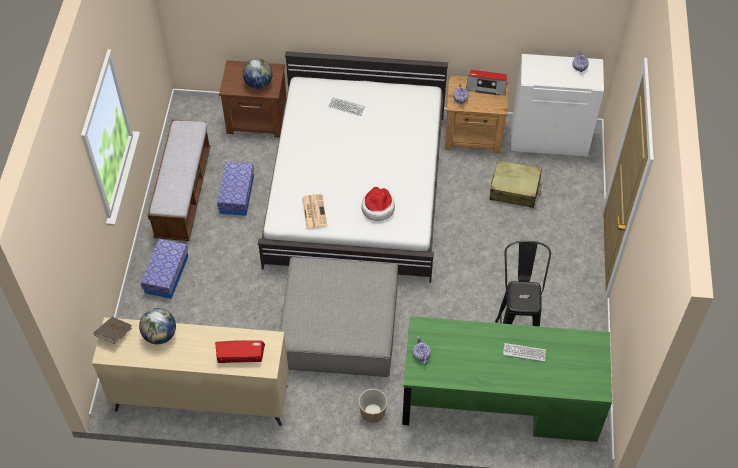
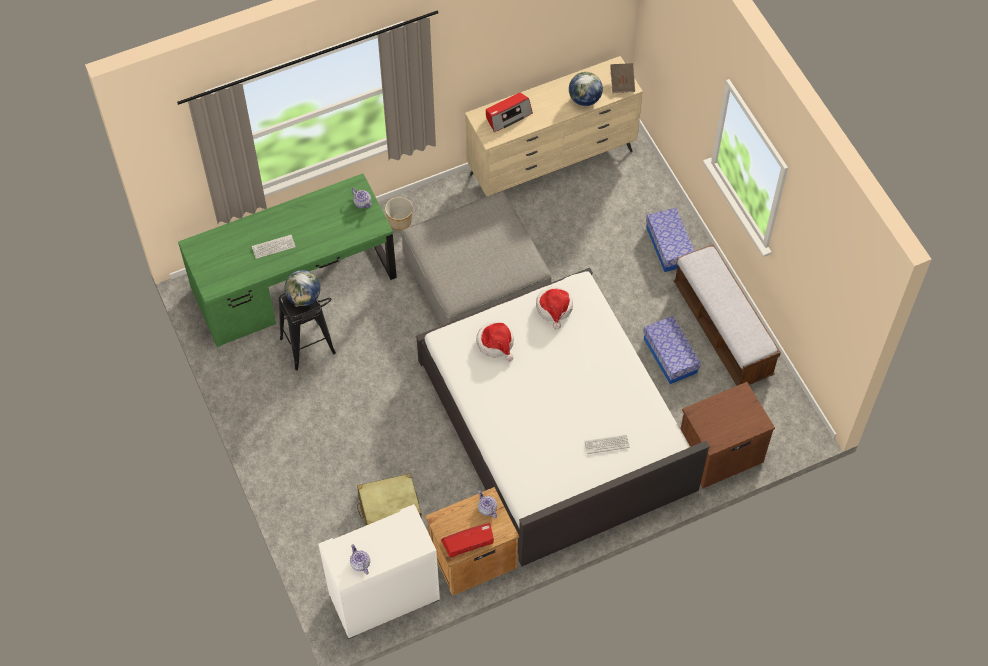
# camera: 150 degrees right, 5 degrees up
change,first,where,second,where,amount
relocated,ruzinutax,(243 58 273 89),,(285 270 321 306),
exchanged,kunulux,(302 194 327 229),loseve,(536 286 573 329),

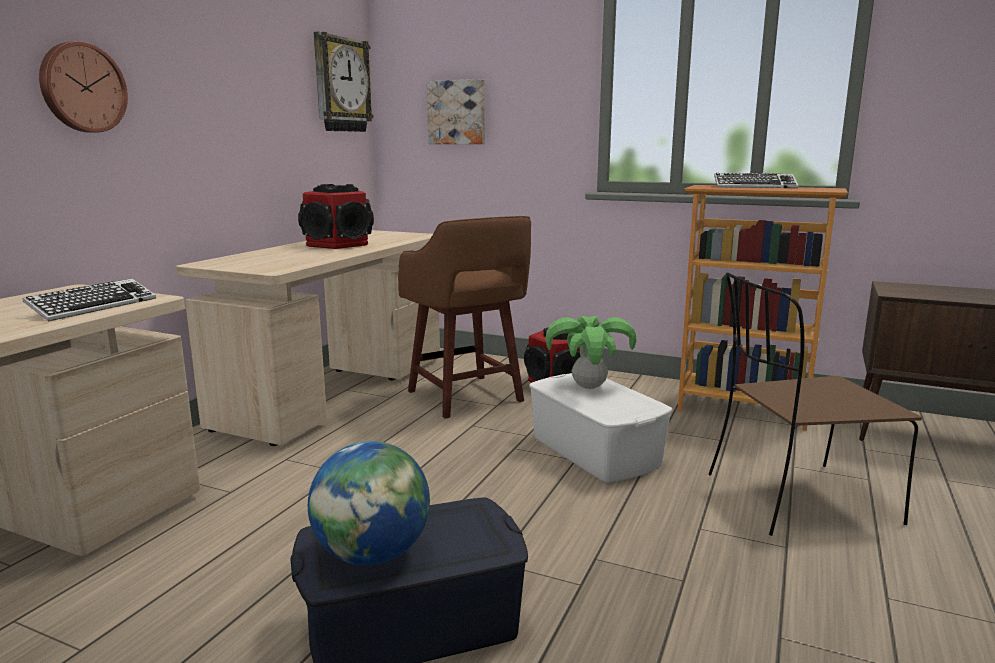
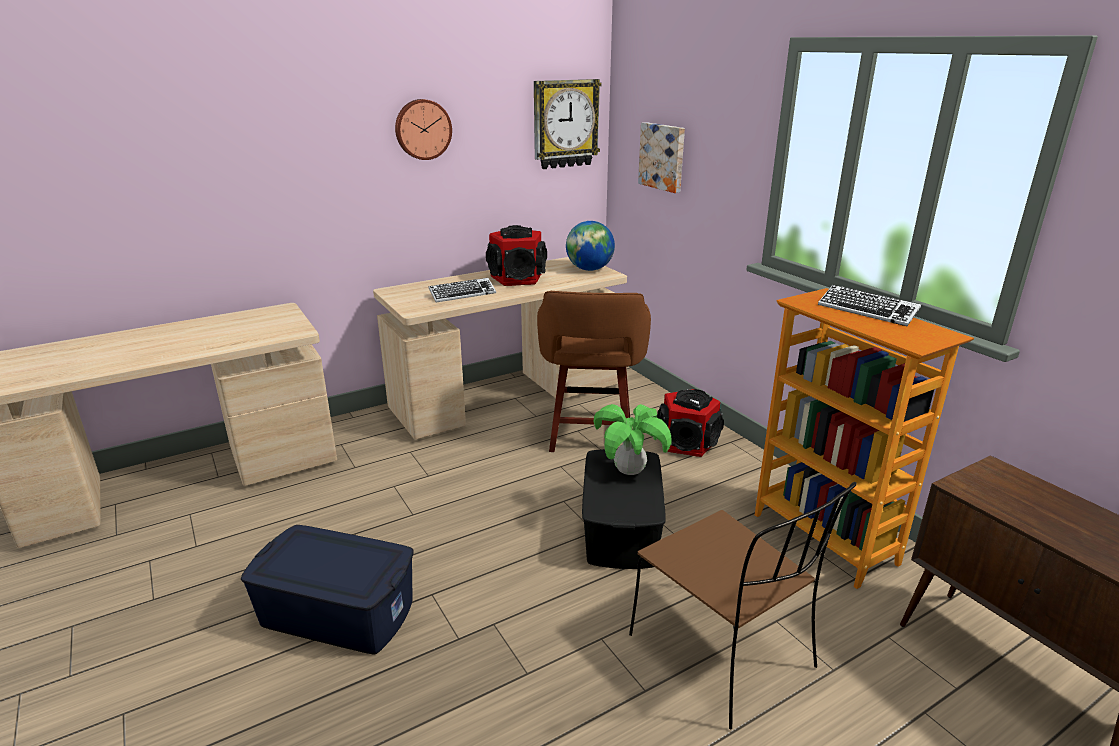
# camera: 35 degrees right, 10 degrees up
change,first,where,second,where,amount
relocated,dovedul,(39 41 128 133),,(395 99 452 160),
relocated,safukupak,(23 278 156 321),,(429 278 496 302),
relocated,ruzinutax,(308 441 430 566),,(566 221 615 271),
colour,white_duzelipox,(529 373 673 483),black_duzelipox,(582 449 666 569),
spun,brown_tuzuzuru,(708 272 922 536),,(629 482 857 730),150 degrees counterclockwise

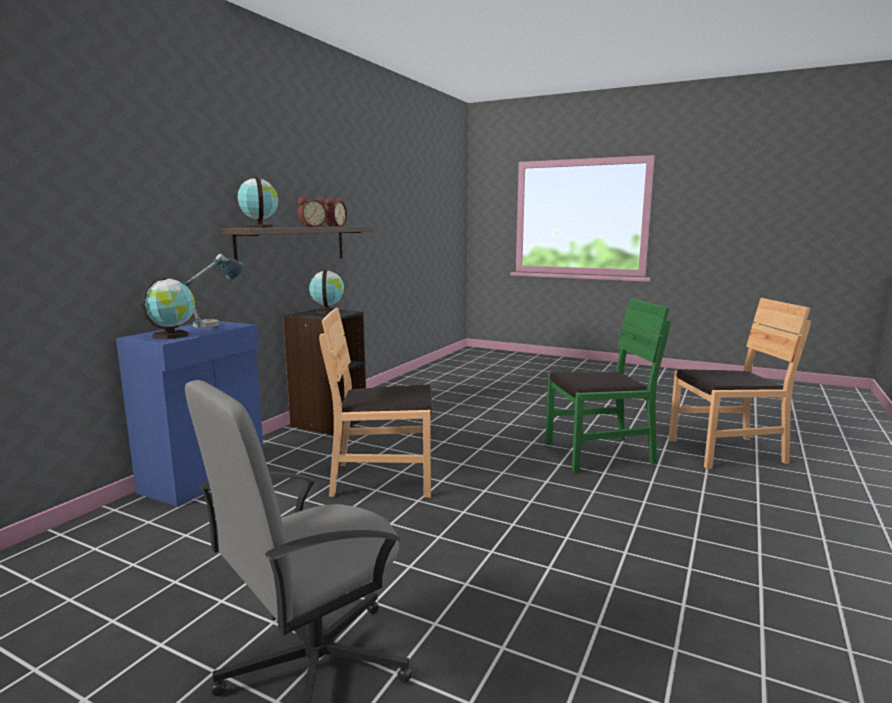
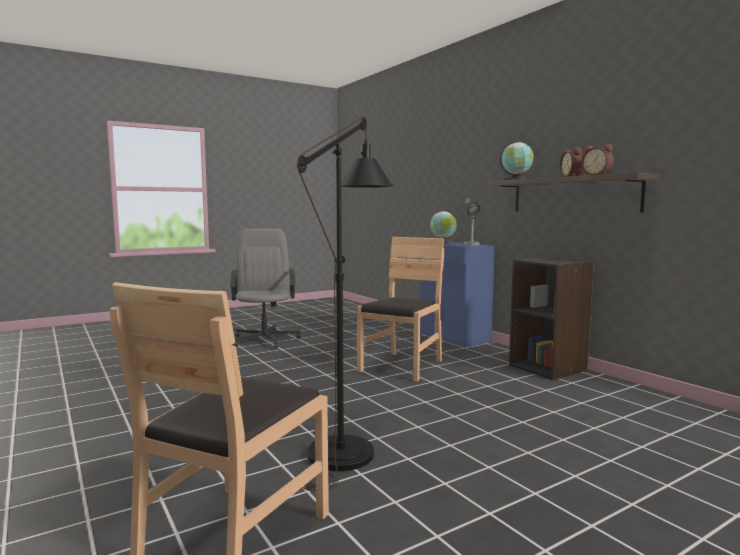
# camera: 120 degrees right, 5 degrees down
change,first,where,second,where,amount
exchanged,green_tuzuzuru,(545 298 671 473),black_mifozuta,(297 117 394 491),
missing,ruzinutax,(309 270 344 314),,,

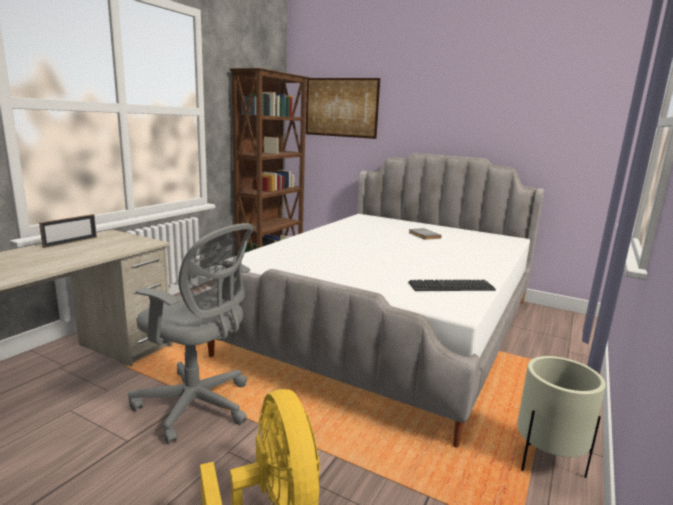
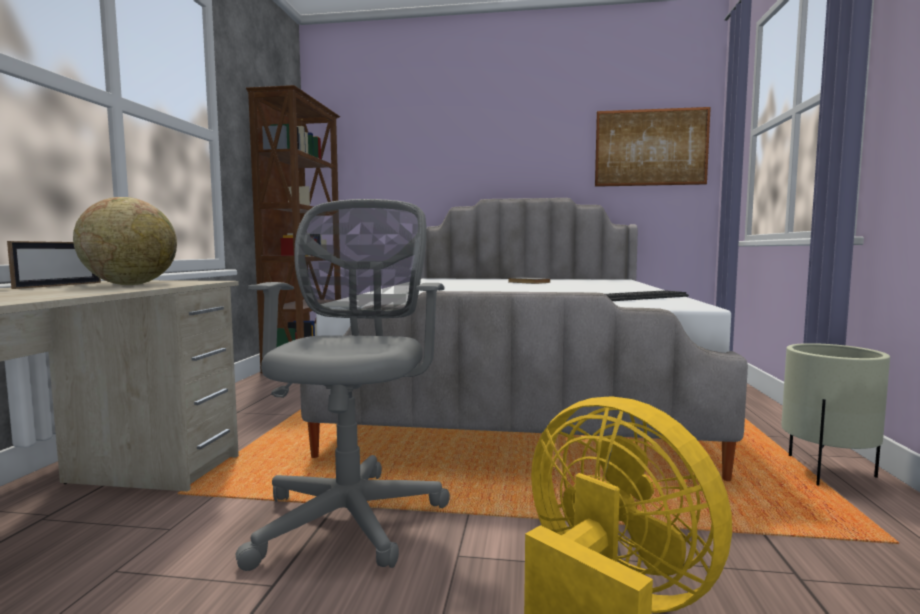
# camera: 20 degrees left, 10 degrees down
change,first,where,second,where,amount
appeared,,,ruzinutax,(73 197 177 285),
spun,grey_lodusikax,(128 223 254 444),,(236 199 450 571),90 degrees counterclockwise
relocated,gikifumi,(306 78 380 139),,(595 107 711 187),

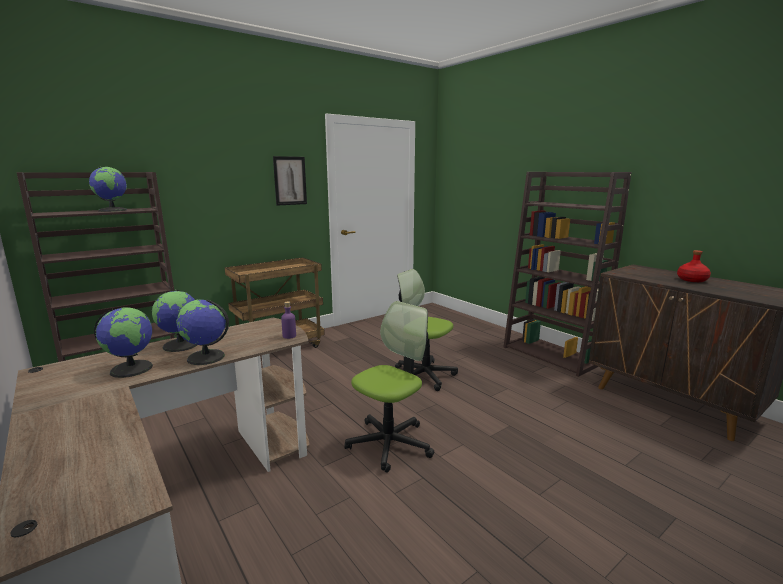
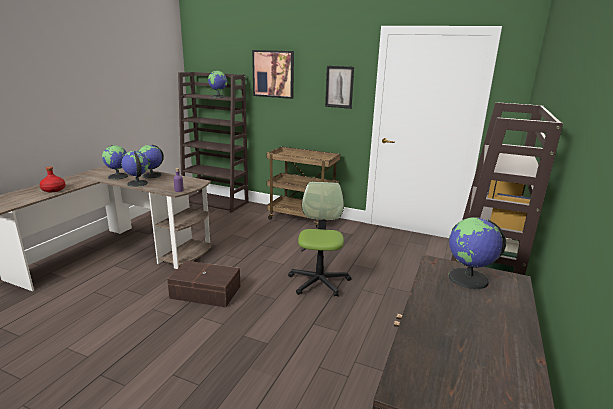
# camera: 60 degrees right, 5 degrees up
change,first,where,second,where,amount
relocated,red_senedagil,(677 250 711 282),,(40 167 66 192),
exchanged,lodusikax,(345 301 434 473),brown_duzelipox,(167 261 240 307),
appeared,,,gikifumi,(252 50 294 99),
appeared,,,ruzinutax,(448 217 506 289),

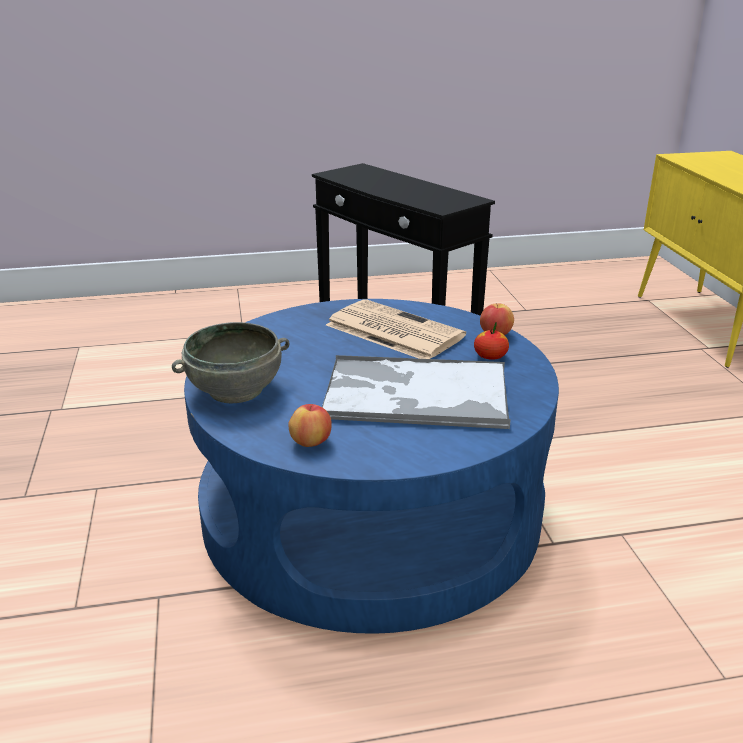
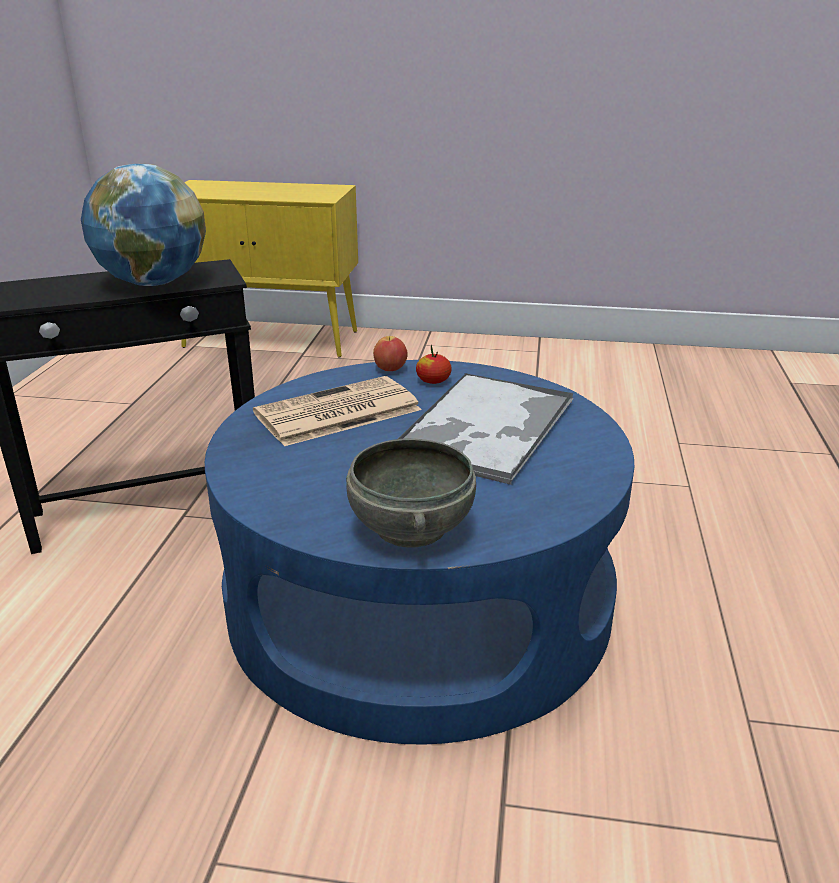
# camera: 70 degrees left, 0 degrees up
change,first,where,second,where,amount
appeared,,,ruzinutax,(81 164 206 286),
missing,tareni,(288 404 332 447),,,

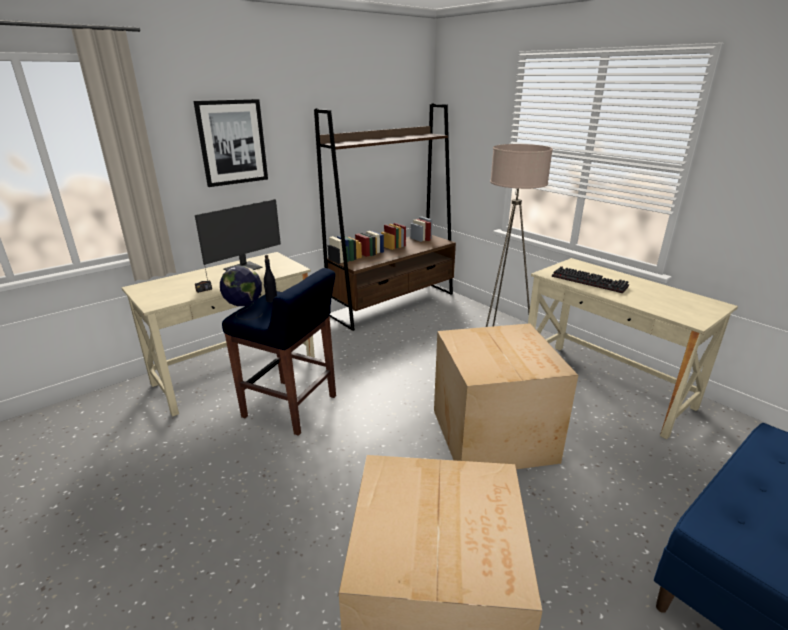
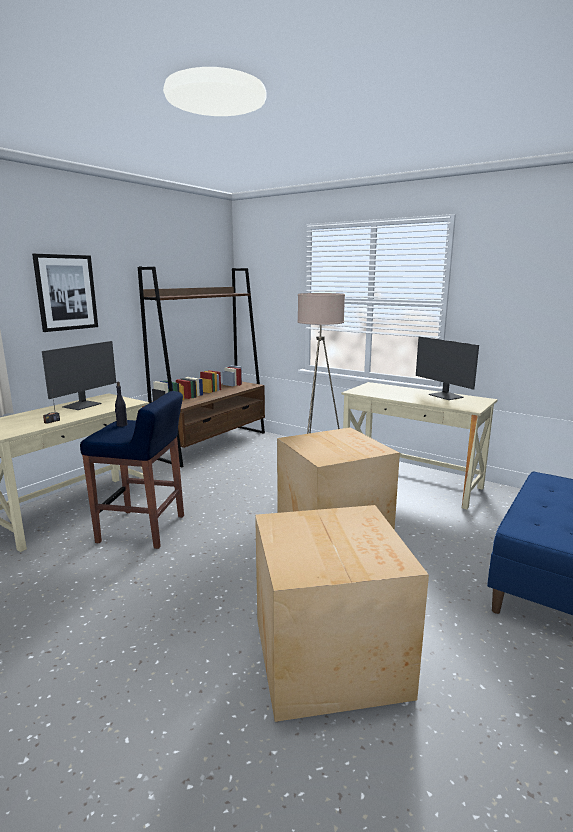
# camera: 15 degrees left, 10 degrees down
change,first,where,second,where,amount
appeared,,,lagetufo,(416 336 479 400),
missing,ruzinutax,(220 266 262 320),,,
missing,safukupak,(552 266 629 293),,,

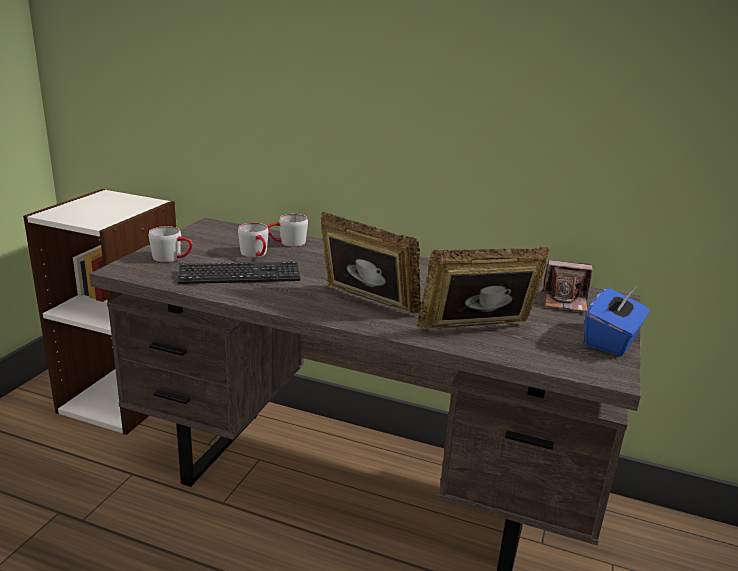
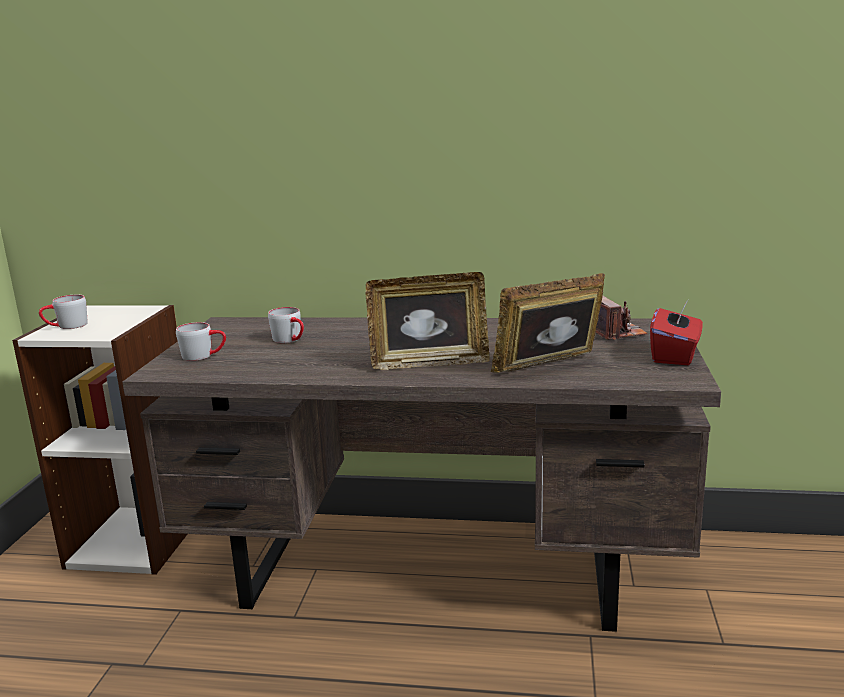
# camera: 10 degrees left, 5 degrees down
change,first,where,second,where,amount
relocated,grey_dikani,(268 214 308 247),,(39 295 88 329),
spun,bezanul,(321 212 421 313),,(365 272 490 370),150 degrees clockwise
spun,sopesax,(541 260 593 312),,(596 296 648 340),105 degrees counterclockwise
colour,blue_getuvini,(584 287 649 356),red_getuvini,(650 299 703 365),
missing,safukupak,(177 261 300 284),,,

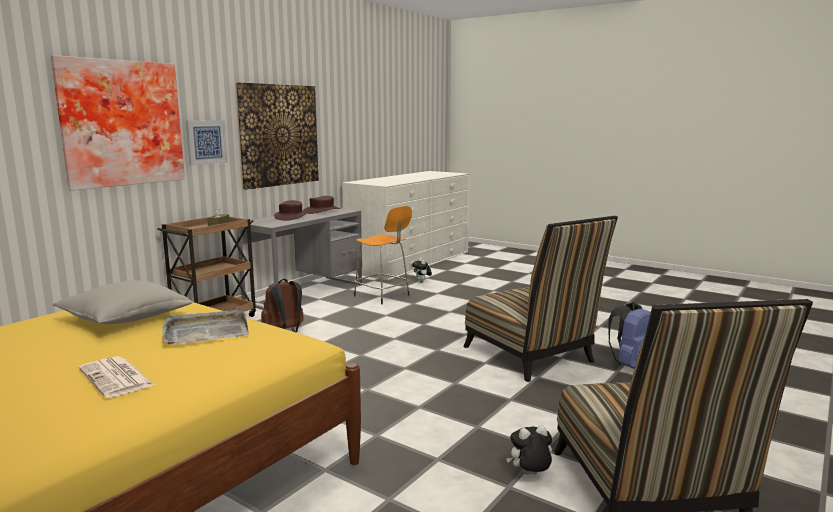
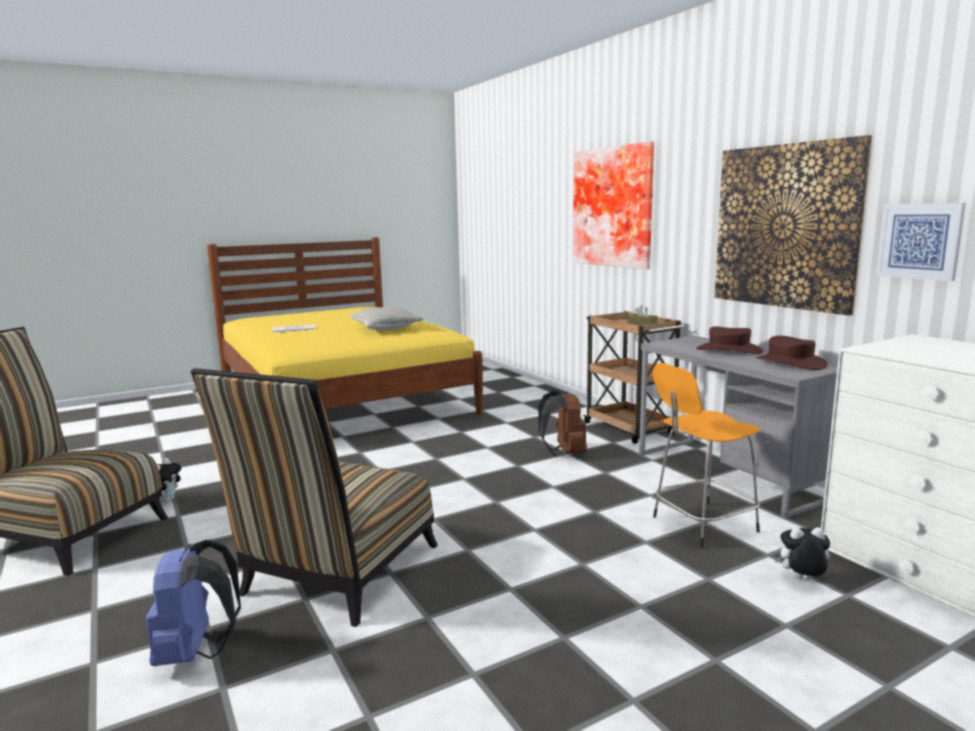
# camera: 115 degrees right, 0 degrees up
change,first,where,second,where,amount
spun,tuzuzuru,(463 216 618 382),,(191 368 438 627),60 degrees counterclockwise
relocated,gikifumi,(186 120 228 166),,(876 203 966 281),
missing,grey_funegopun,(162 310 249 344),,,

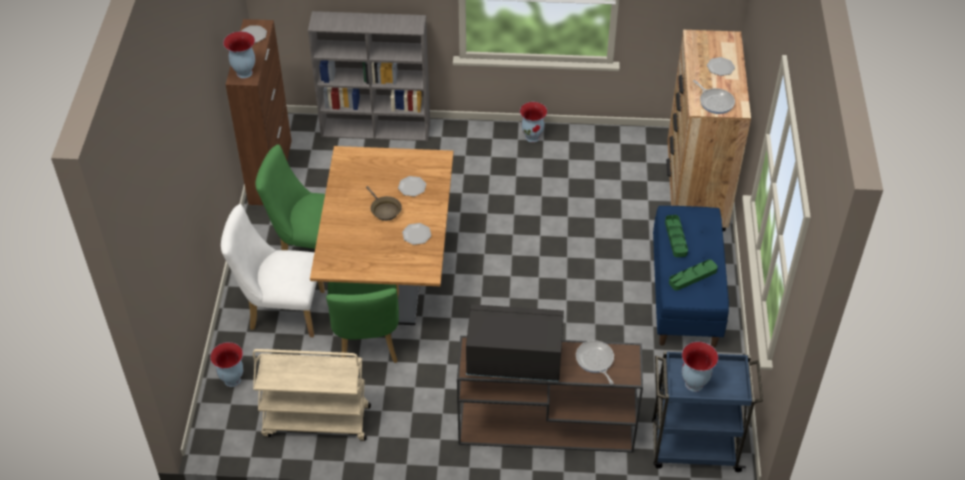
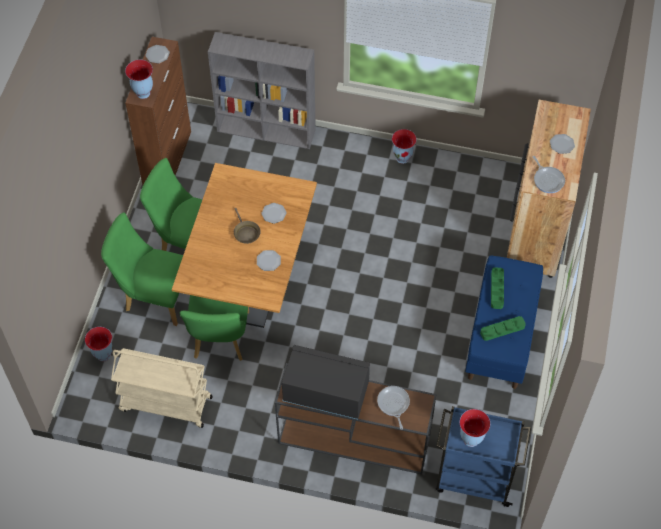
# camera: 10 degrees right, 10 degrees up
change,first,where,second,where,amount
colour,white_tuzuzuru,(221 204 325 337),green_tuzuzuru,(101 212 183 326),

